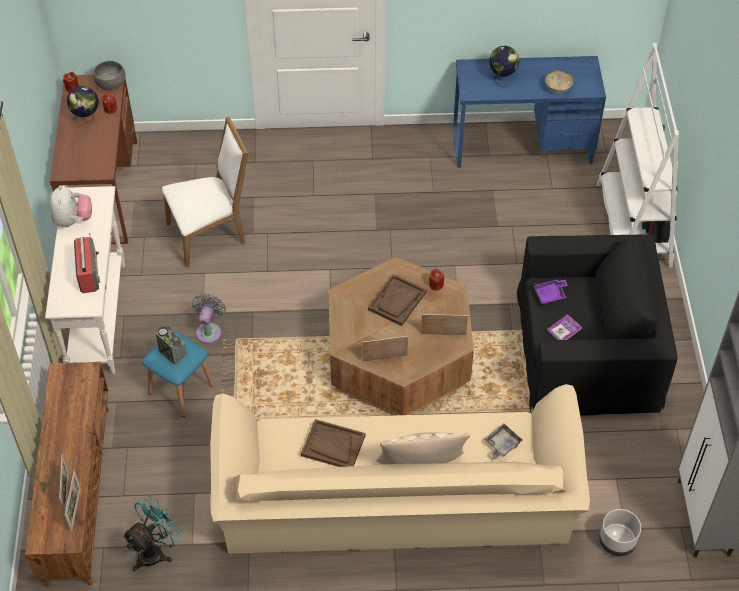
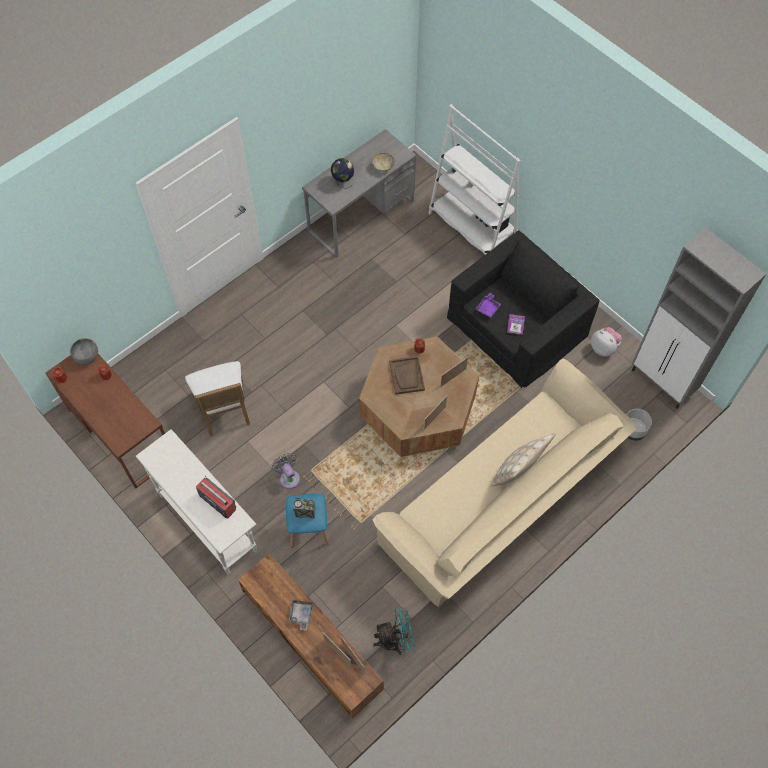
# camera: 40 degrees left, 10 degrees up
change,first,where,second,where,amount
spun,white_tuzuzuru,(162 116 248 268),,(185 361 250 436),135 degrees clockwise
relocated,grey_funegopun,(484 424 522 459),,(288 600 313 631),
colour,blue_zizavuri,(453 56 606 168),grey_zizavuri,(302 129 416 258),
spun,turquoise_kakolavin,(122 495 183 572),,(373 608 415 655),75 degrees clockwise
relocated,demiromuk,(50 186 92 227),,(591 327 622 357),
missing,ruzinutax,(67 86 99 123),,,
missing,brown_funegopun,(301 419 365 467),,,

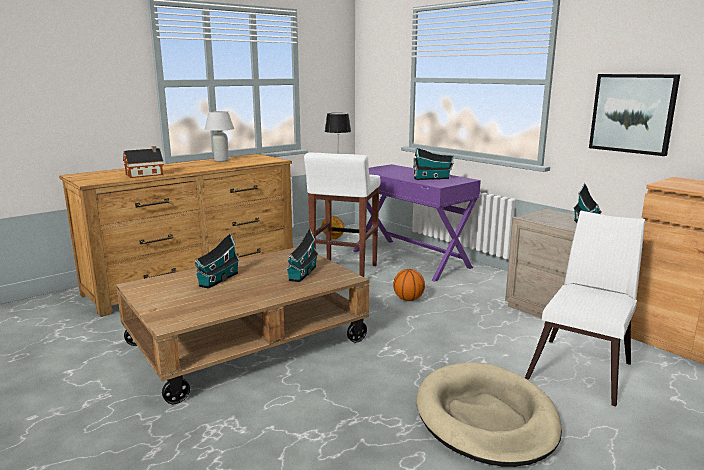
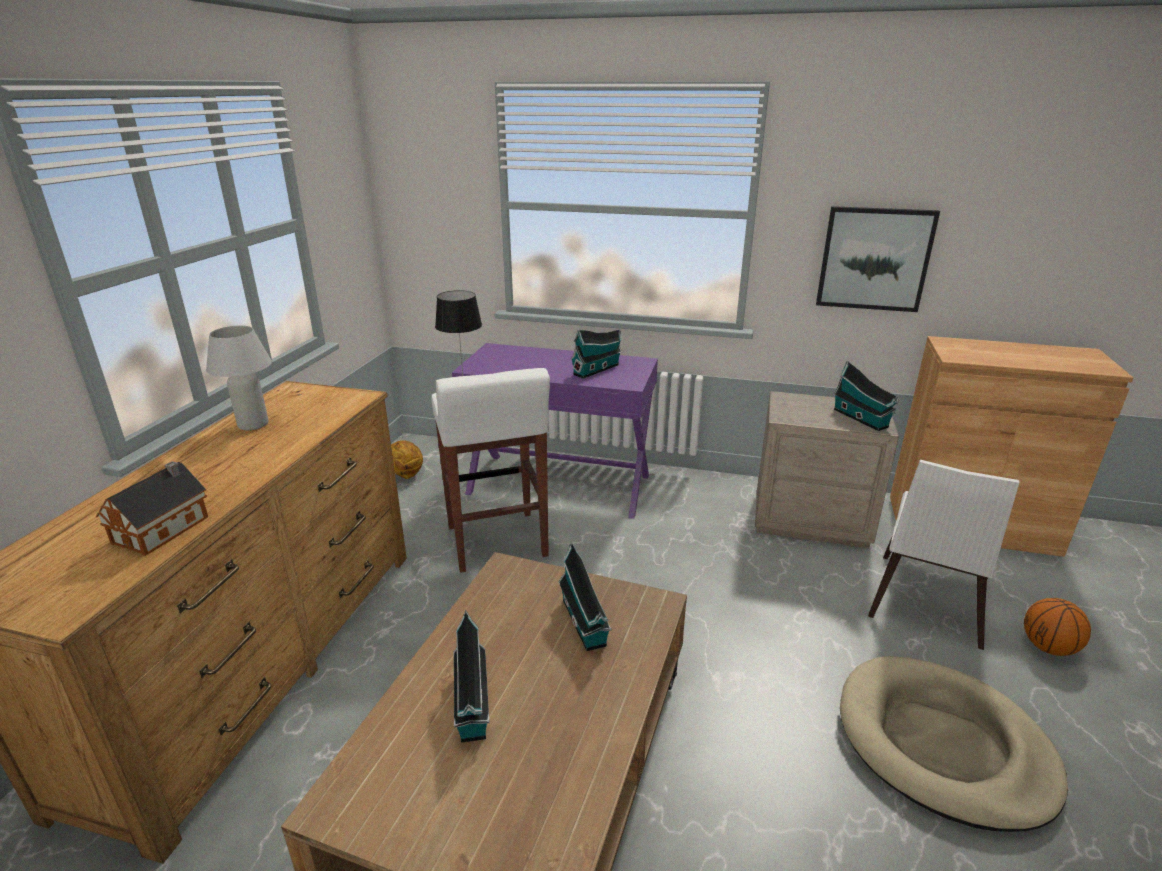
# camera: 35 degrees left, 10 degrees up
change,first,where,second,where,amount
spun,white_tuzuzuru,(525 211 645 407),,(868 460 1019 650),150 degrees counterclockwise
relocated,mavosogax,(393 269 425 301),,(1024 598 1091 656),

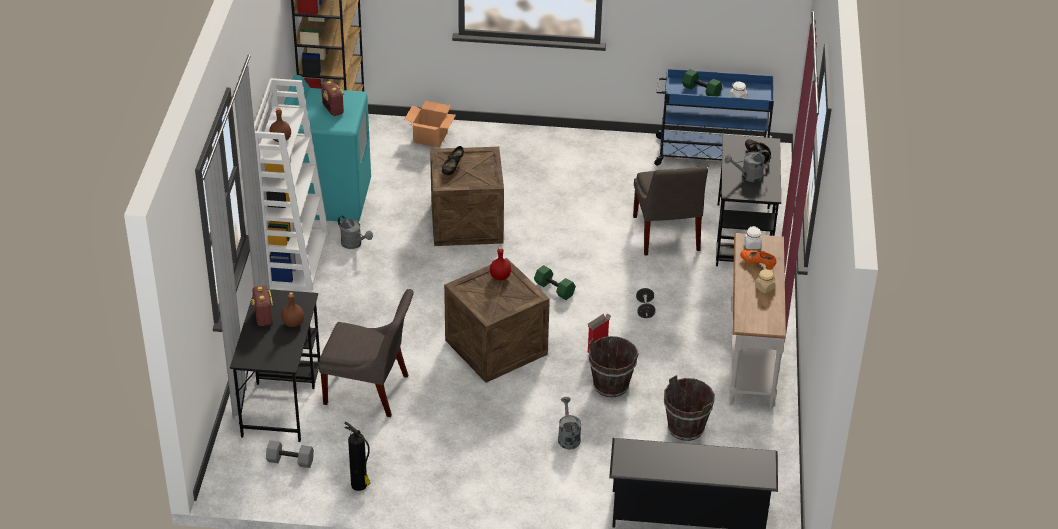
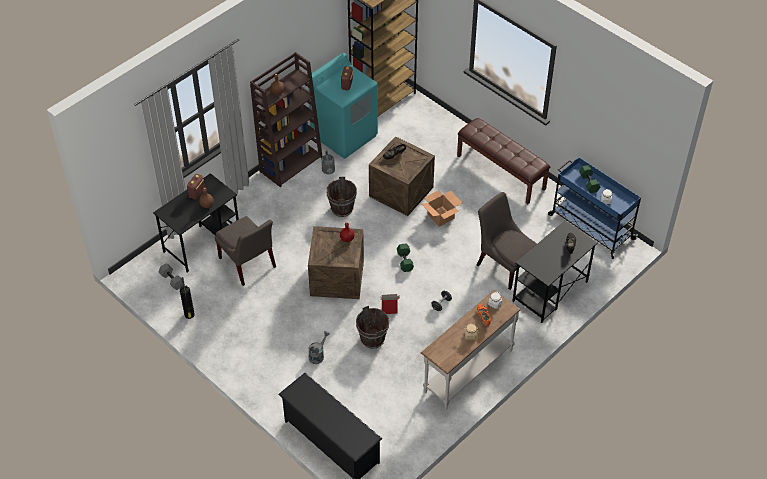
# camera: 40 degrees right, 10 degrees up
change,first,where,second,where,amount
colour,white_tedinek,(254 78 329 290),brown_tedinek,(250 52 323 187),
relocated,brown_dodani,(664 375 715 441),,(326 177 357 217),
relocated,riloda,(405 101 456 147),,(422 190 463 227),
appeared,,,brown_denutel,(457 118 550 204),
spun,grey_tuzuzuru,(633 166 708 256),,(477 192 537 290),105 degrees clockwise
missing,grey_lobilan,(724 150 770 182),,,

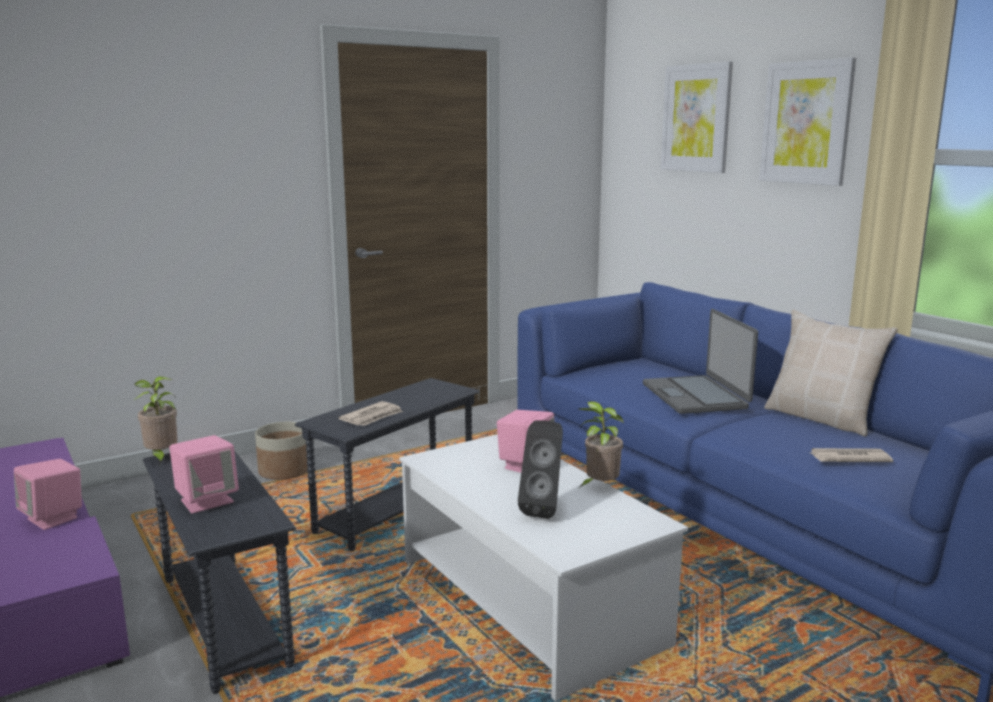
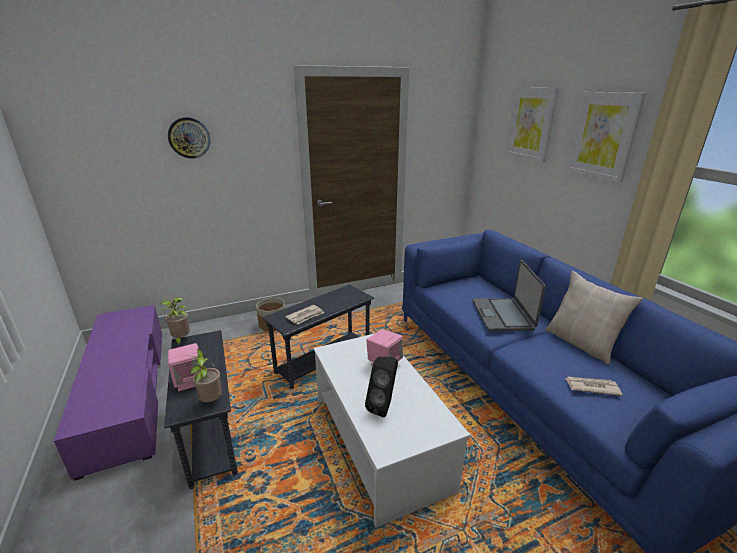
# camera: 10 degrees right, 10 degrees up
change,first,where,second,where,amount
appeared,,,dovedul,(168 117 210 159),
relocated,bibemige,(579 401 624 487),,(185 349 222 402),
missing,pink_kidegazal,(14 459 82 530),,,

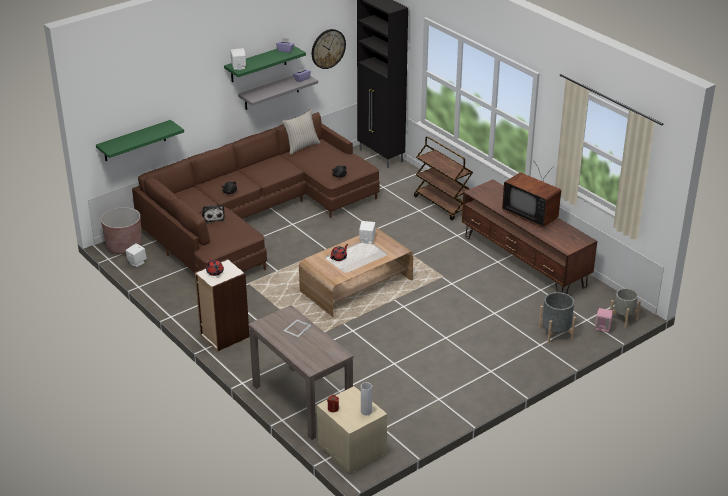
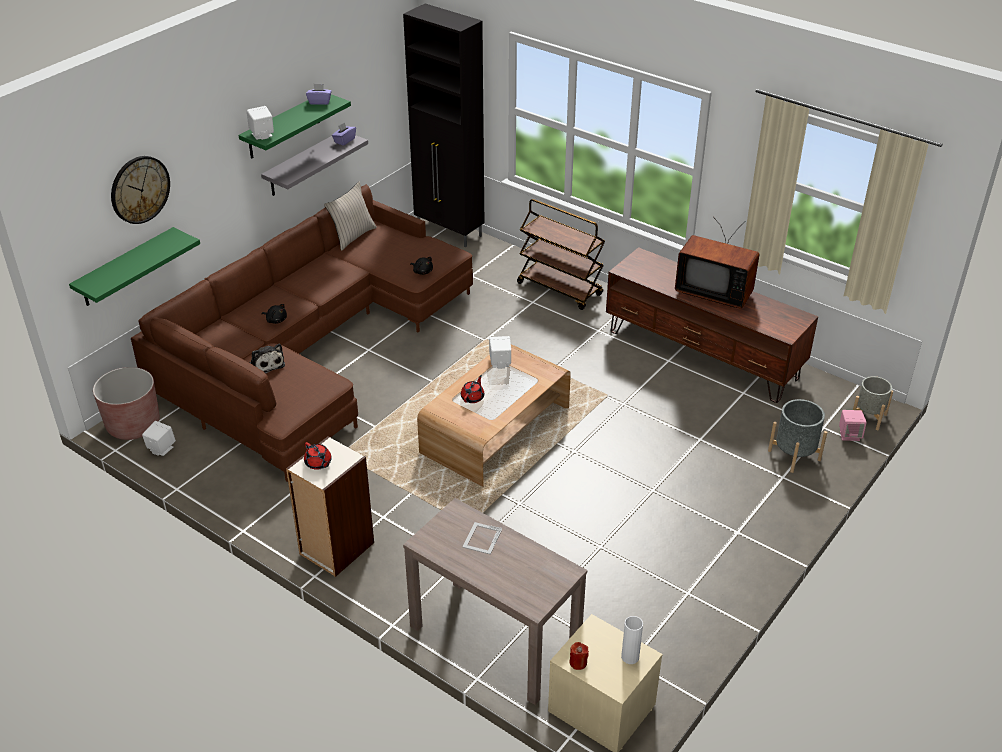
# camera: 15 degrees left, 5 degrees up
change,first,where,second,where,amount
relocated,dovedul,(312 29 346 69),,(111 156 170 224),

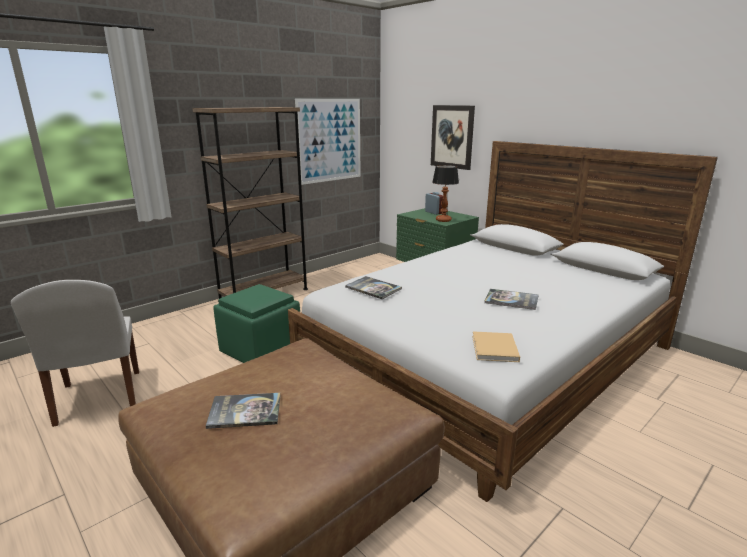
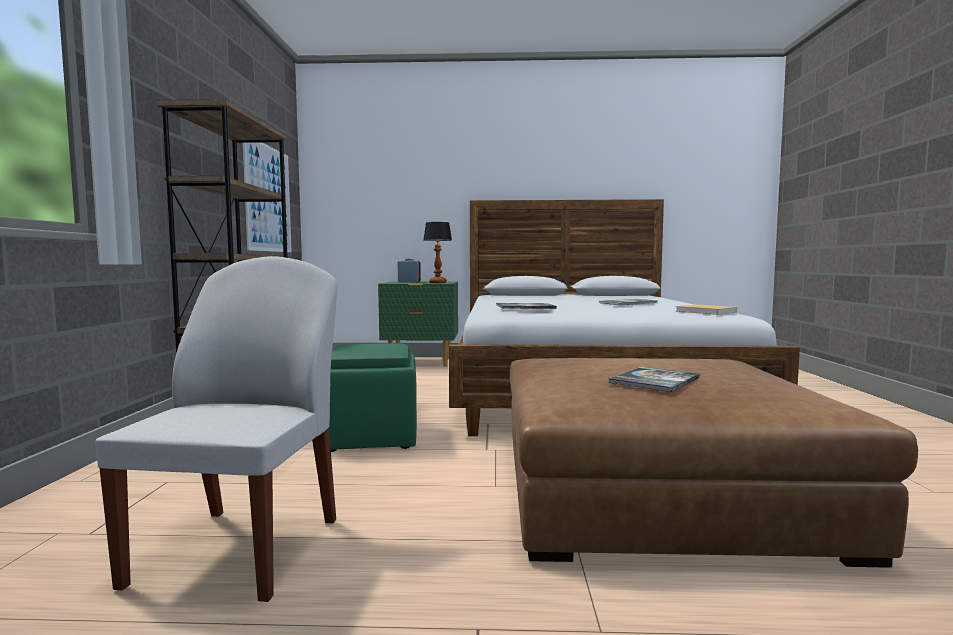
# camera: 45 degrees left, 15 degrees down
change,first,where,second,where,amount
spun,white_tuzuzuru,(11 280 139 427),,(95 256 337 602),105 degrees counterclockwise
missing,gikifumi,(431 105 475 170),,,

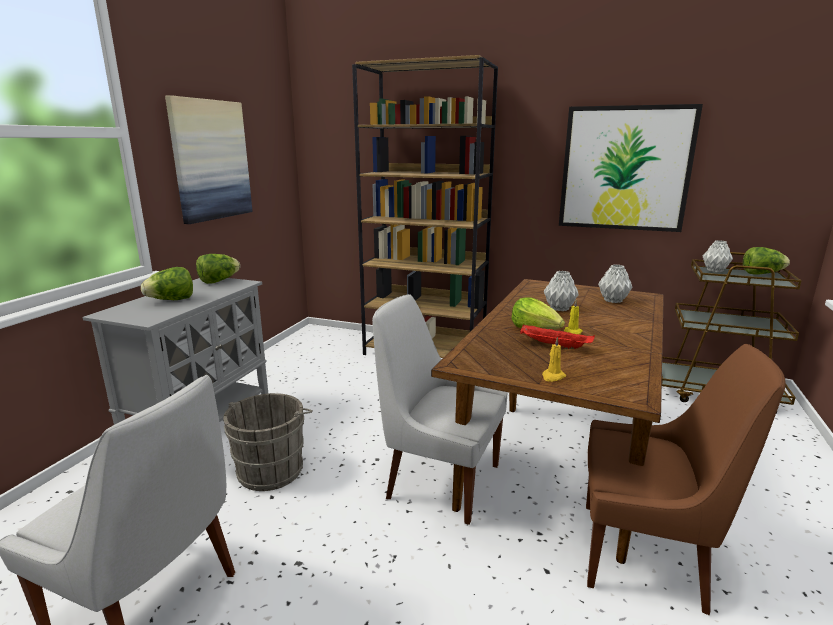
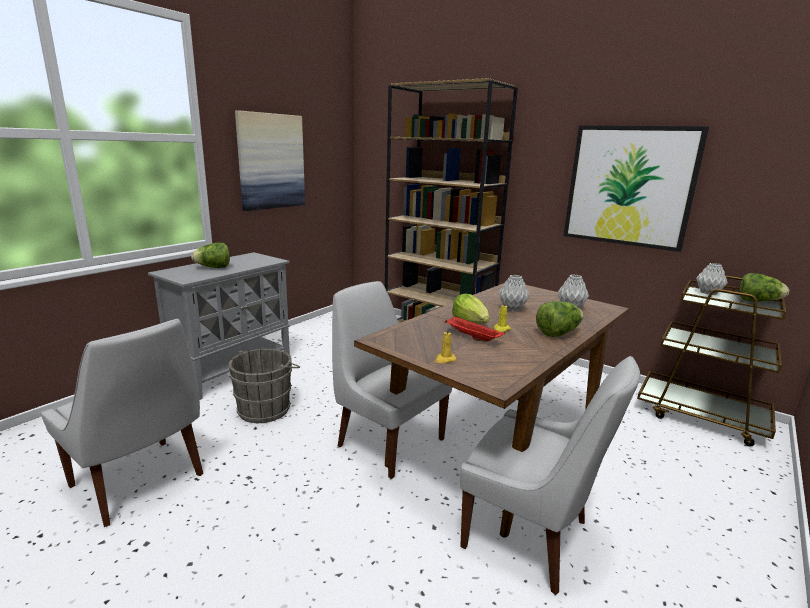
# camera: 15 degrees right, 0 degrees up
change,first,where,second,where,amount
colour,brown_tuzuzuru,(586 344 786 615),white_tuzuzuru,(460 356 640 595),
relocated,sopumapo,(196 254 240 284),,(536 301 584 337),

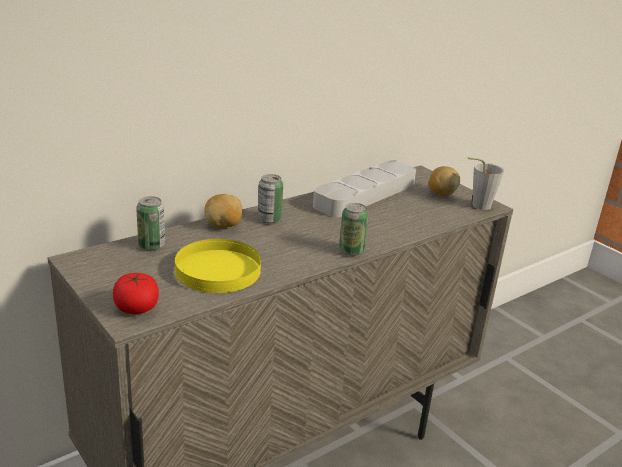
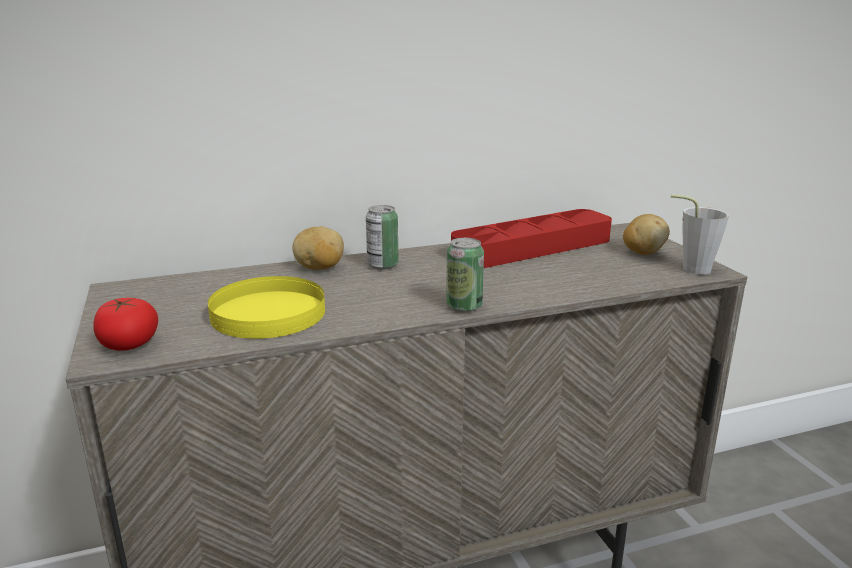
# camera: 20 degrees right, 5 degrees down
change,first,where,second,where,amount
colour,grey_funegopun,(313 160 416 217),red_funegopun,(451 209 612 268),
missing,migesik,(136 196 165 251),,,

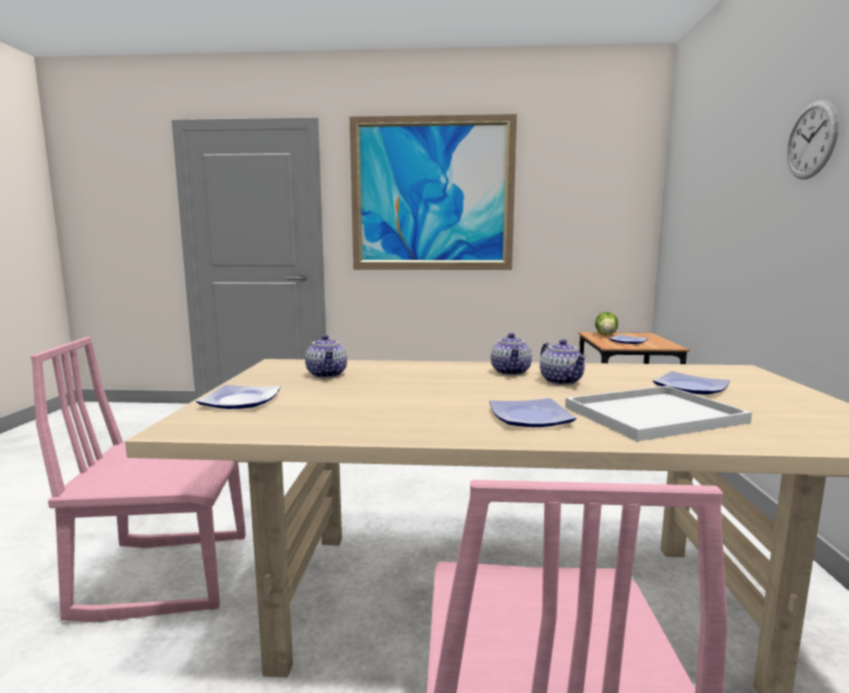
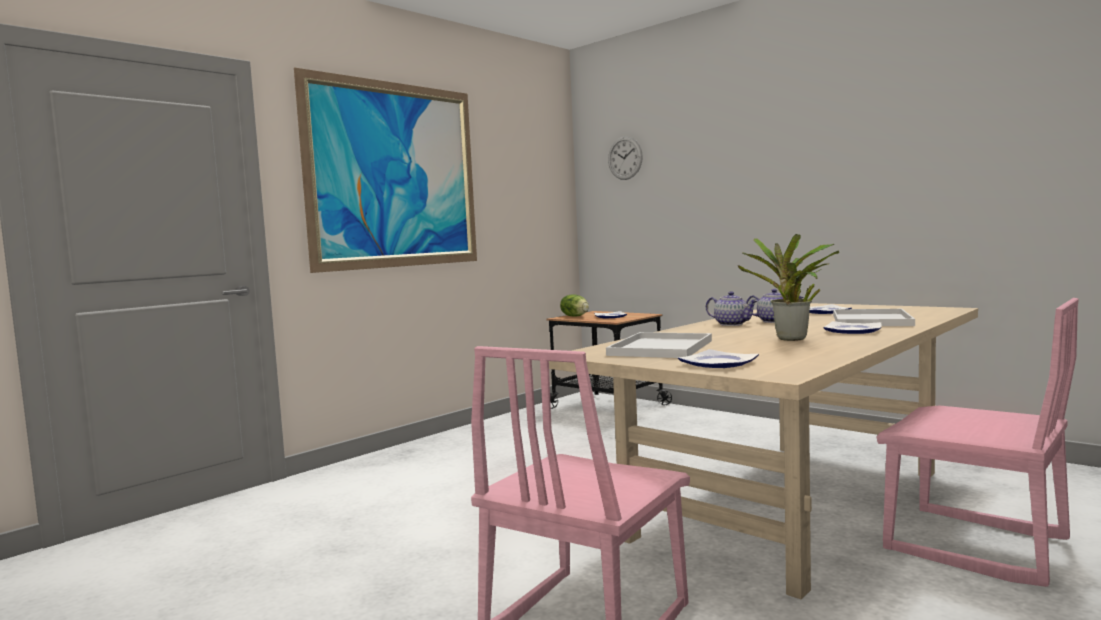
# camera: 50 degrees left, 5 degrees down
change,first,where,second,where,amount
exchanged,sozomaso,(305 335 347 378),white_funegopun,(606 332 712 358),
relocated,dovedul,(787 100 839 179),,(608 137 643 180),
appeared,,,bibemige,(738 234 839 341),

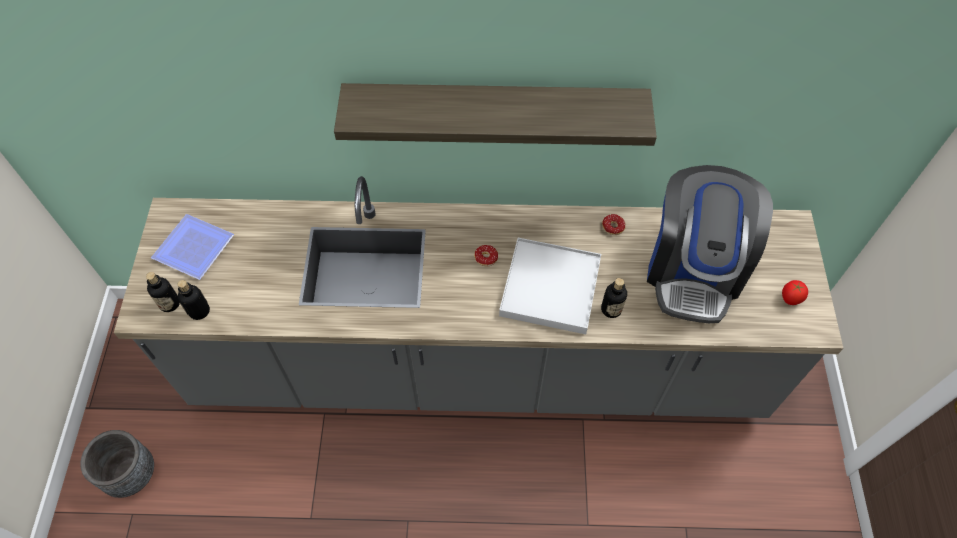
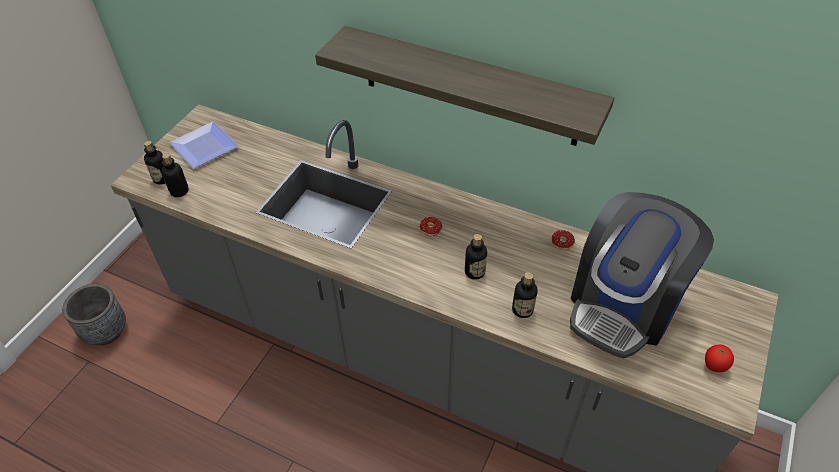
# camera: 25 degrees right, 10 degrees down
change,first,where,second,where,amount
exchanged,white_funegopun,(499 238 601 334),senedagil,(465 234 487 280),

